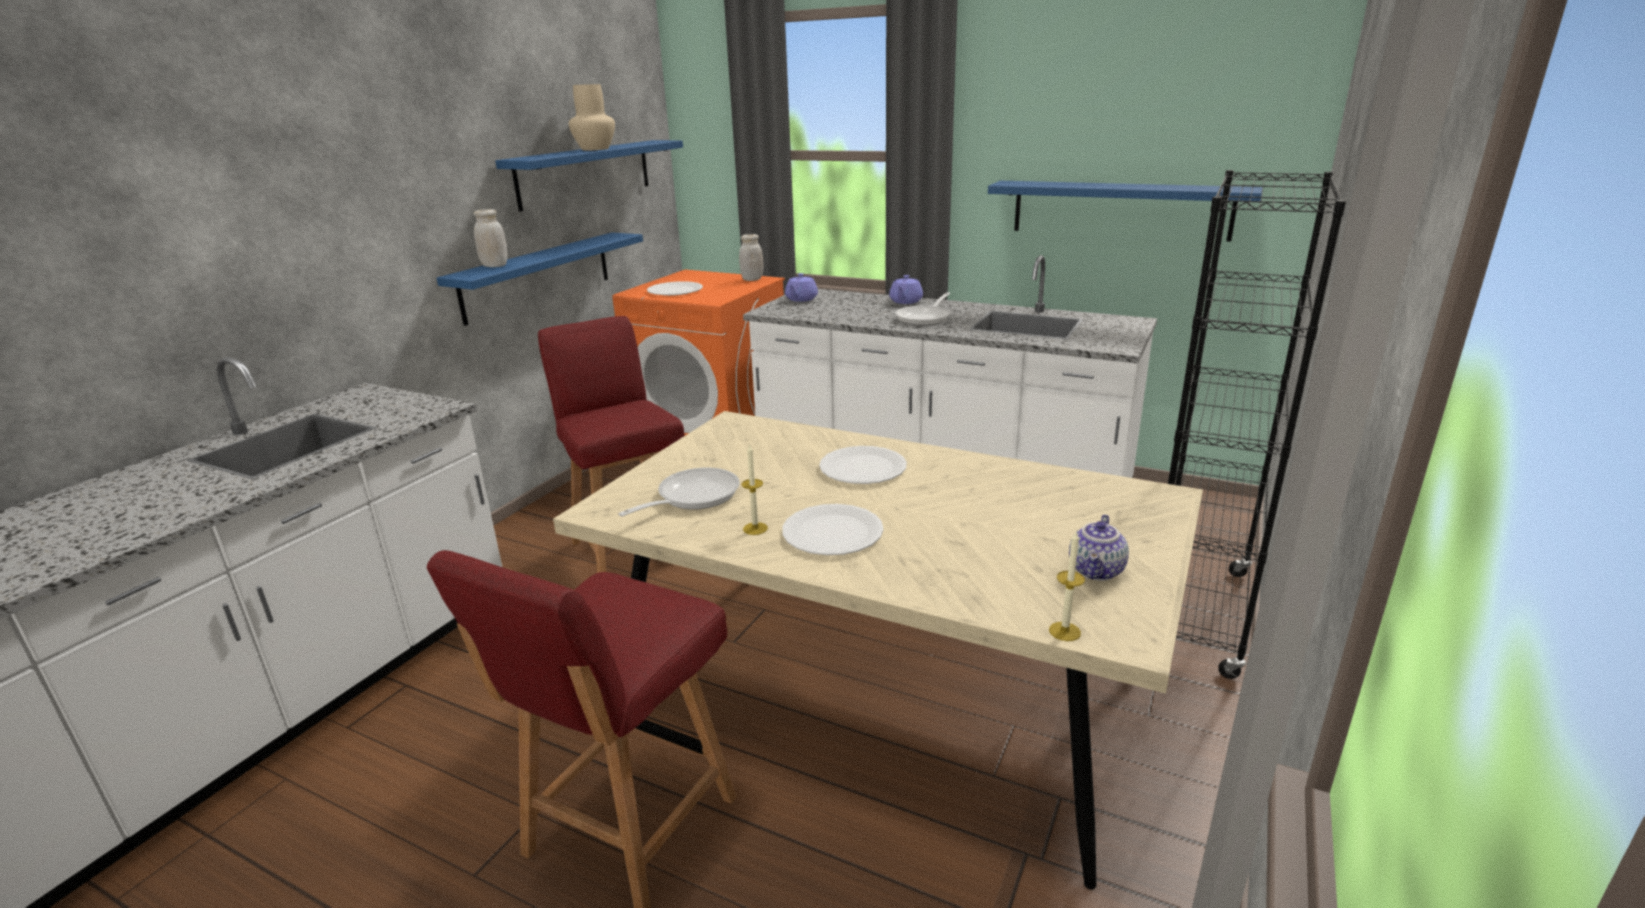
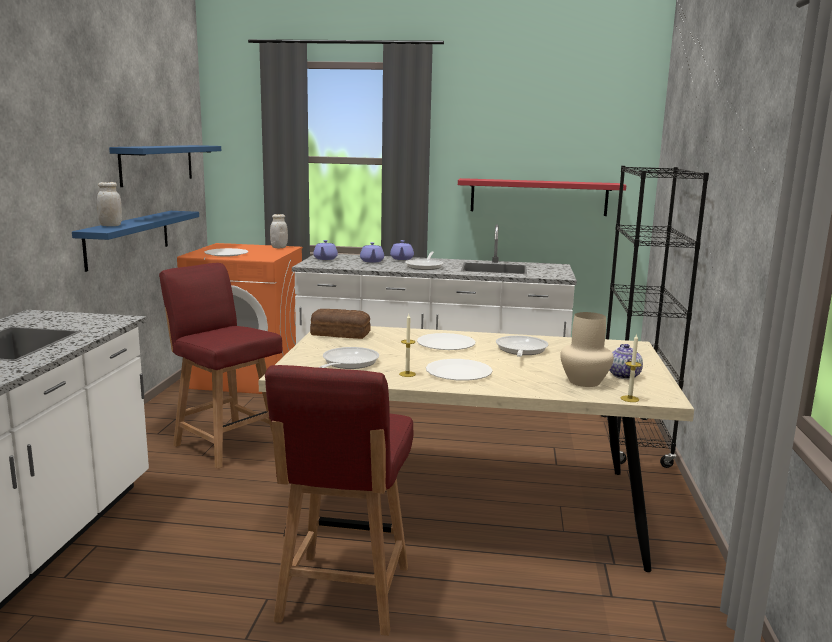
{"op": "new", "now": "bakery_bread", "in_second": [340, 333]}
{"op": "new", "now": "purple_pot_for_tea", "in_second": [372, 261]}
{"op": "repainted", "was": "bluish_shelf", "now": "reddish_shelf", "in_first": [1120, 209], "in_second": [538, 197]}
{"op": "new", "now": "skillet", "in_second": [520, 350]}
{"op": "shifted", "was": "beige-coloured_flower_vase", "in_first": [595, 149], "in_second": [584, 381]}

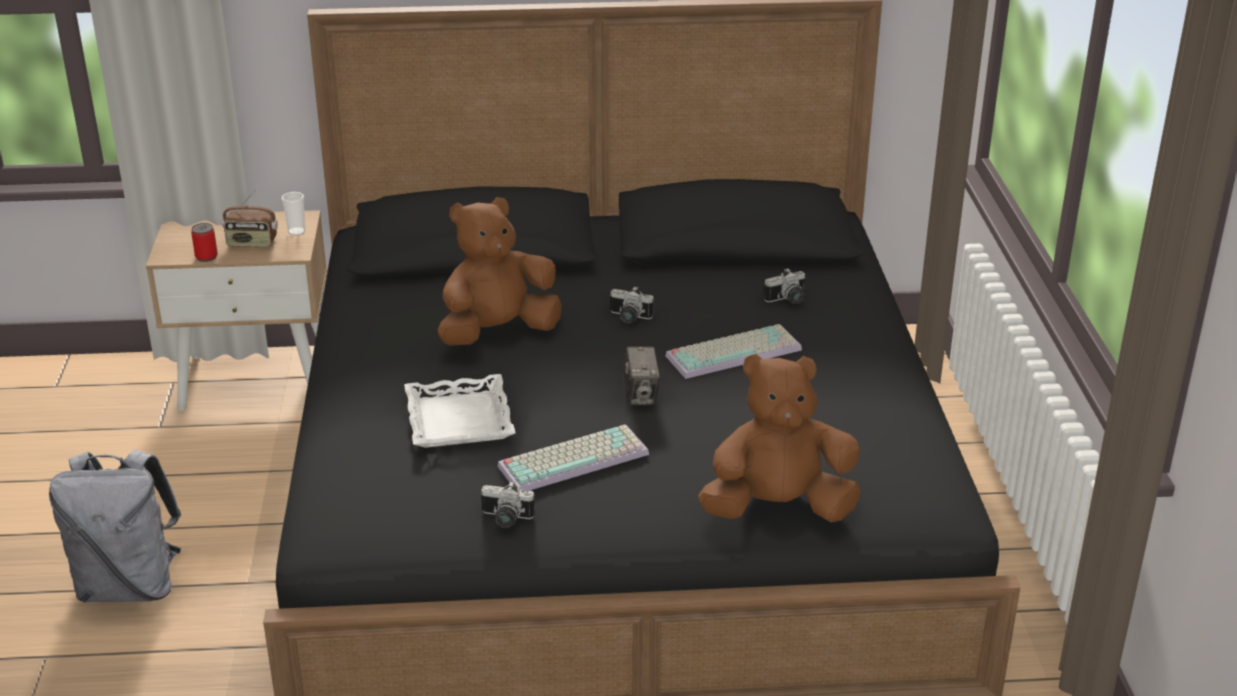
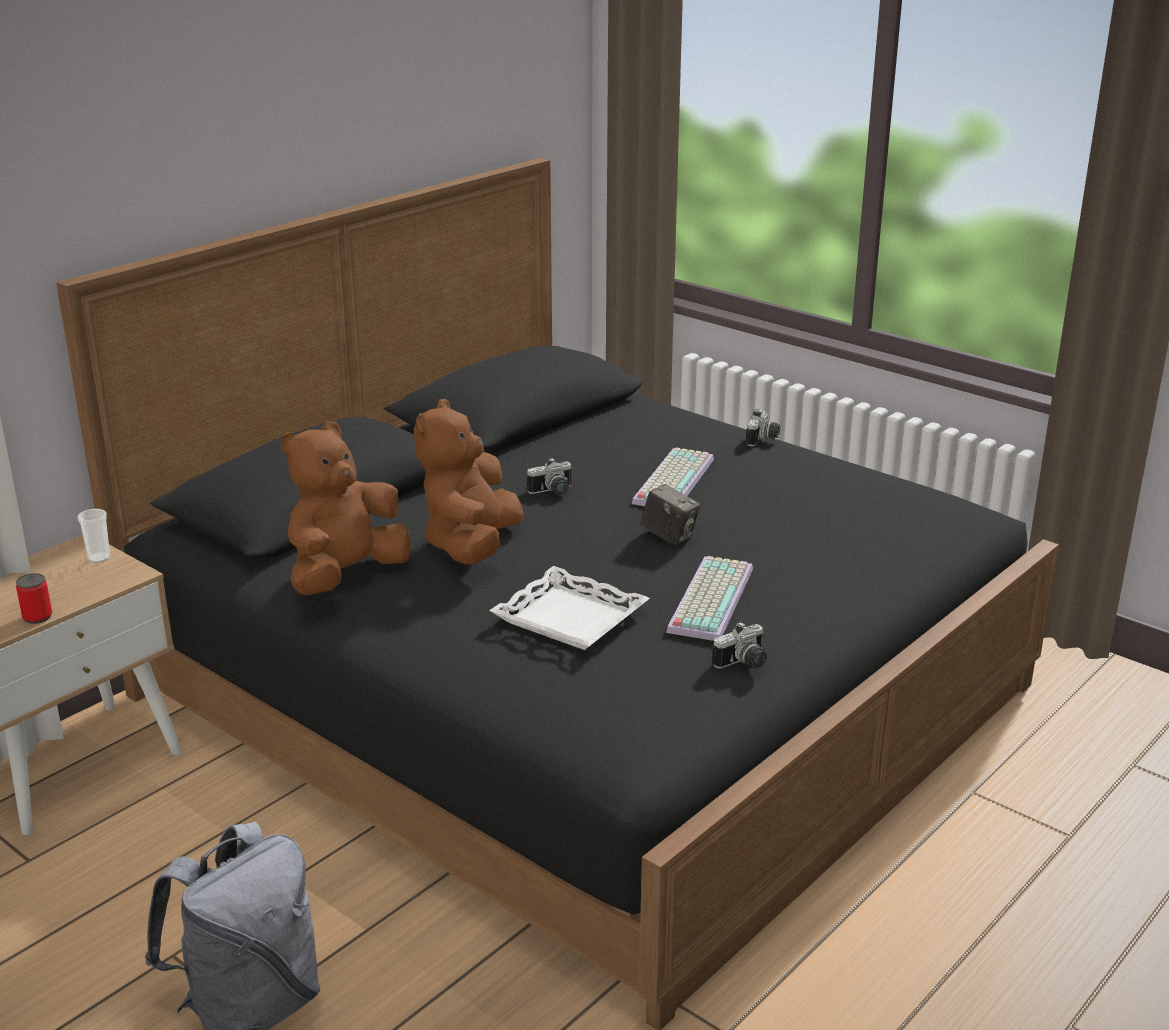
{"op": "shifted", "was": "brown_soft_toy", "in_first": [778, 508], "in_second": [346, 576]}
{"op": "shifted", "was": "still_camera", "in_first": [788, 300], "in_second": [763, 439]}
{"op": "gone", "was": "radio_set", "in_first": [252, 243]}

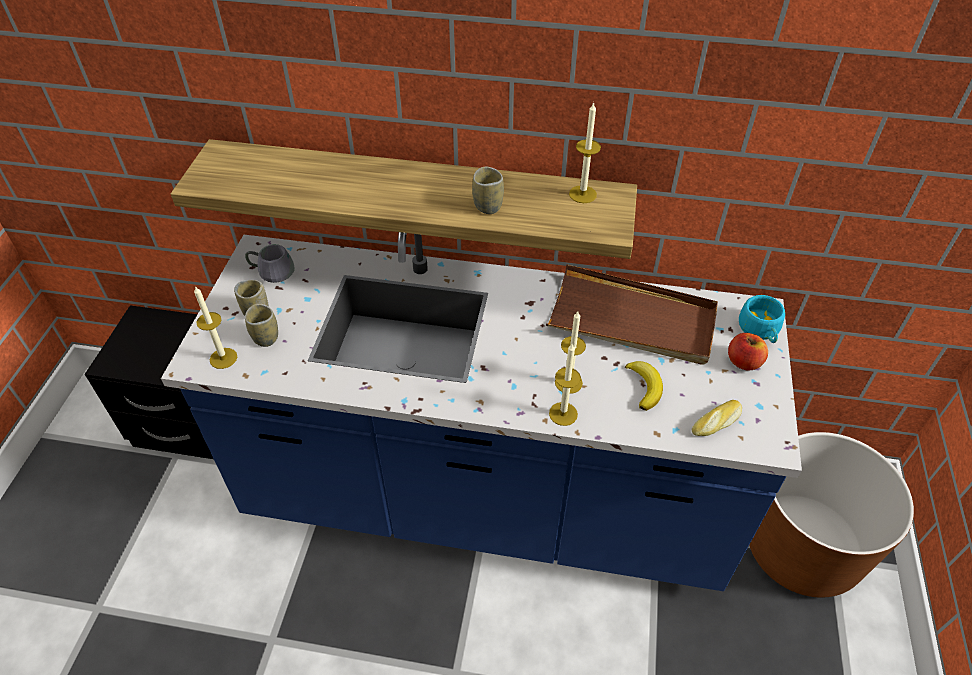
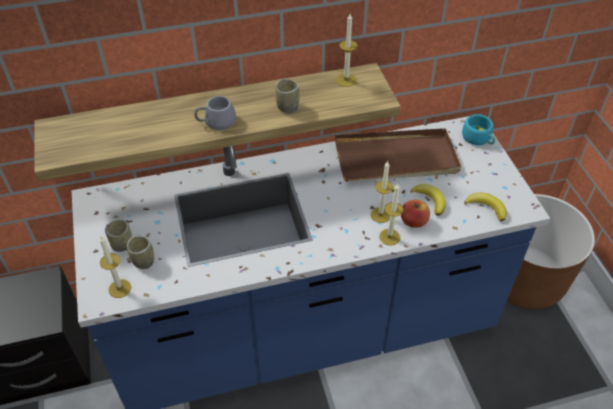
{"op": "shifted", "was": "gray_tea_mug", "in_first": [273, 268], "in_second": [215, 119]}
{"op": "shifted", "was": "apple", "in_first": [743, 362], "in_second": [413, 221]}
{"op": "swapped", "was": "bakery_bread", "now": "banana_fruit", "in_first": [717, 423], "in_second": [486, 207]}

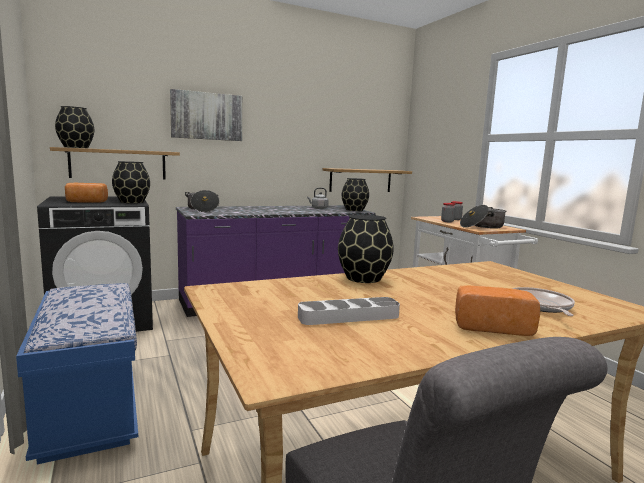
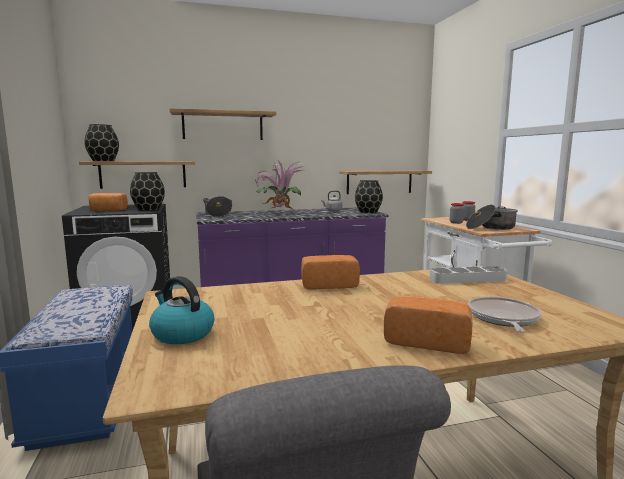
{"op": "new", "now": "tea_kettle", "in_second": [182, 334]}
{"op": "swapped", "was": "wall_picture", "now": "shelf", "in_first": [207, 116], "in_second": [223, 126]}
{"op": "new", "now": "plant_in_a_pot", "in_second": [279, 212]}
{"op": "swapped", "was": "black-coloured_flower_vase", "now": "bakery_bread", "in_first": [364, 278], "in_second": [328, 284]}
{"op": "shifted", "was": "gray_tray", "in_first": [348, 316], "in_second": [467, 279]}

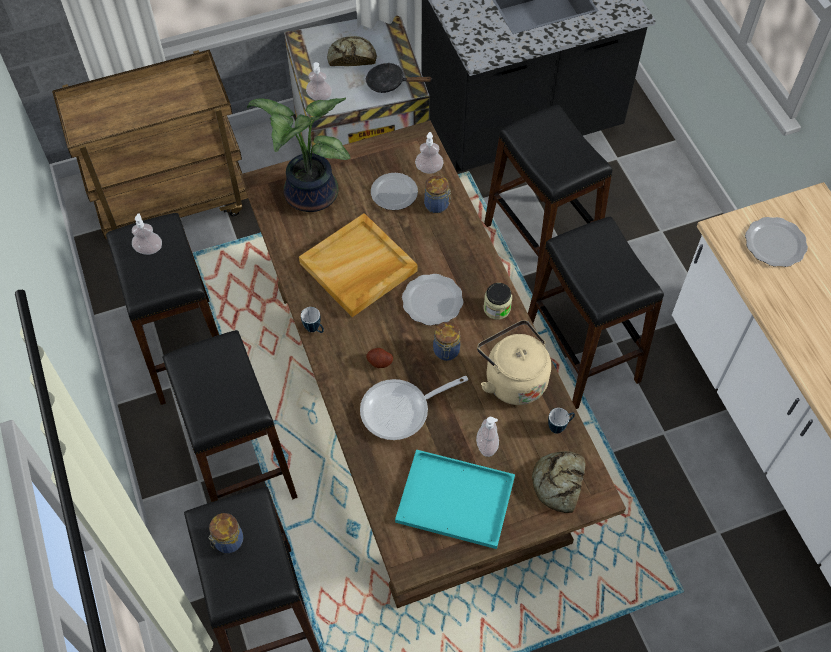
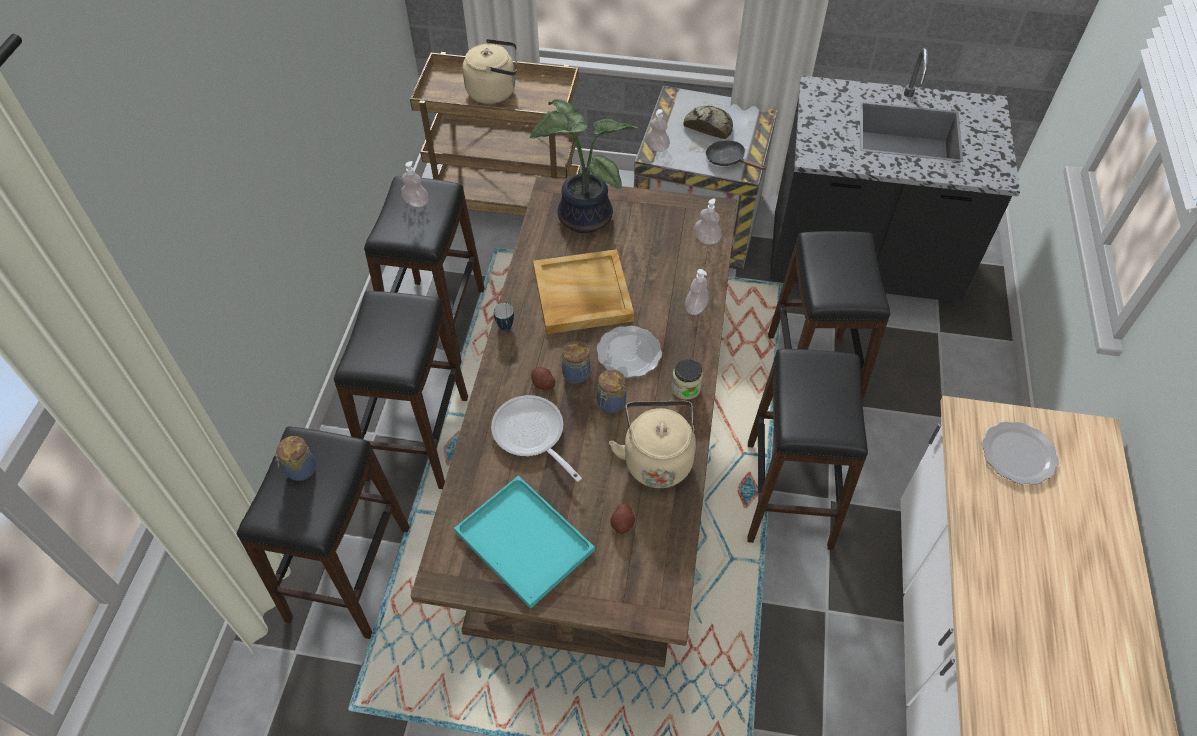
{"op": "new", "now": "beige-coloured_tea_kettle", "in_second": [495, 91]}
{"op": "rotated", "was": "skillet", "in_first": [401, 411], "in_second": [532, 435], "clockwise": 45}
{"op": "shifted", "was": "jar", "in_first": [437, 205], "in_second": [577, 375]}
{"op": "new", "now": "spud", "in_second": [622, 523]}
{"op": "shifted", "was": "soap_dispenser", "in_first": [487, 445], "in_second": [695, 308]}
{"op": "gone", "was": "flat_dish", "in_first": [395, 193]}
{"op": "gone", "was": "bakery_bread", "in_first": [559, 483]}
{"op": "gone", "was": "tea_mug", "in_first": [559, 427]}

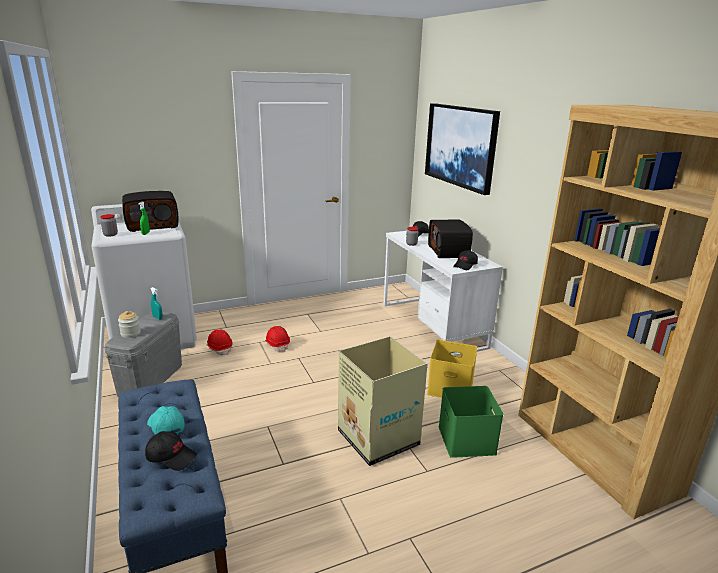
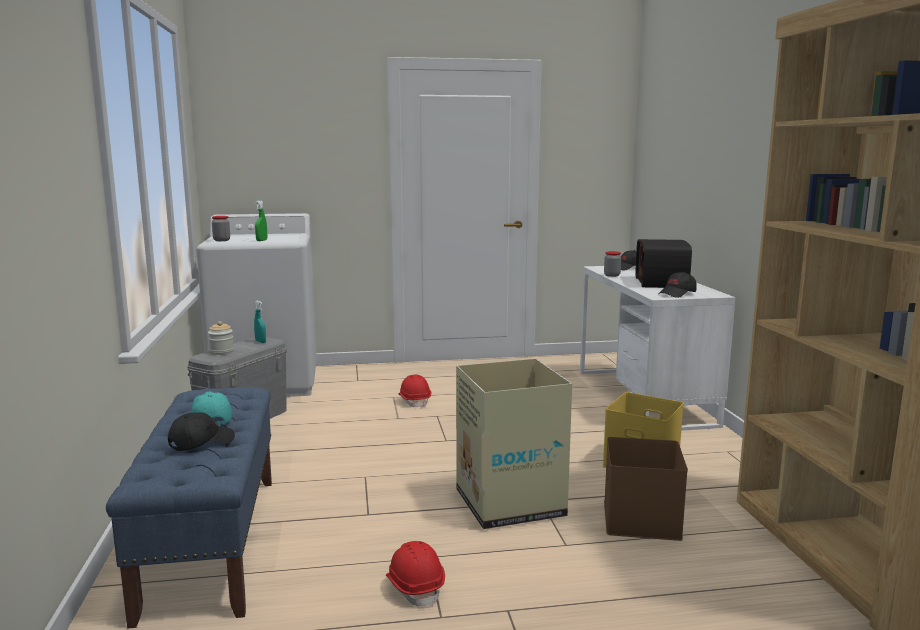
{"op": "rotated", "was": "black-coloured_peaked_cap", "in_first": [171, 457], "in_second": [201, 442], "clockwise": -75}
{"op": "shifted", "was": "reddish_work_helmet", "in_first": [219, 348], "in_second": [415, 587]}
{"op": "repainted", "was": "green_storage_box", "now": "brown_storage_box", "in_first": [468, 440], "in_second": [643, 520]}
{"op": "gone", "was": "radio_set", "in_first": [153, 225]}
{"op": "gone", "was": "wall_picture", "in_first": [460, 146]}

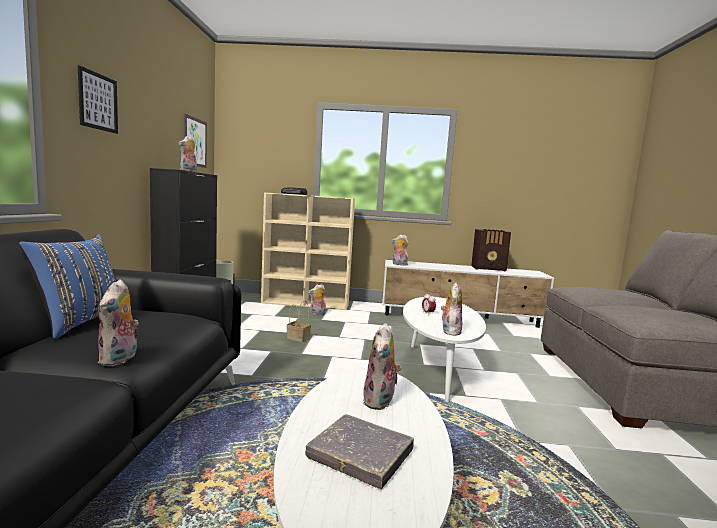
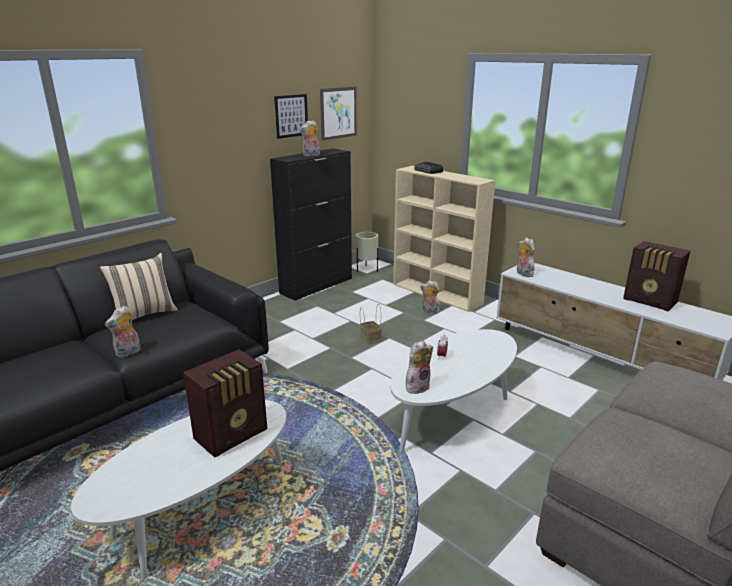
{"op": "repainted", "was": "bluish_throw_pillow", "now": "beige-coloured_throw_pillow", "in_first": [79, 323], "in_second": [144, 315]}
{"op": "swapped", "was": "soft_toy", "now": "radio_set", "in_first": [380, 402], "in_second": [233, 434]}
{"op": "shifted", "was": "wall_picture", "in_first": [98, 101], "in_second": [291, 116]}
{"op": "gone", "was": "gray_book", "in_first": [360, 454]}

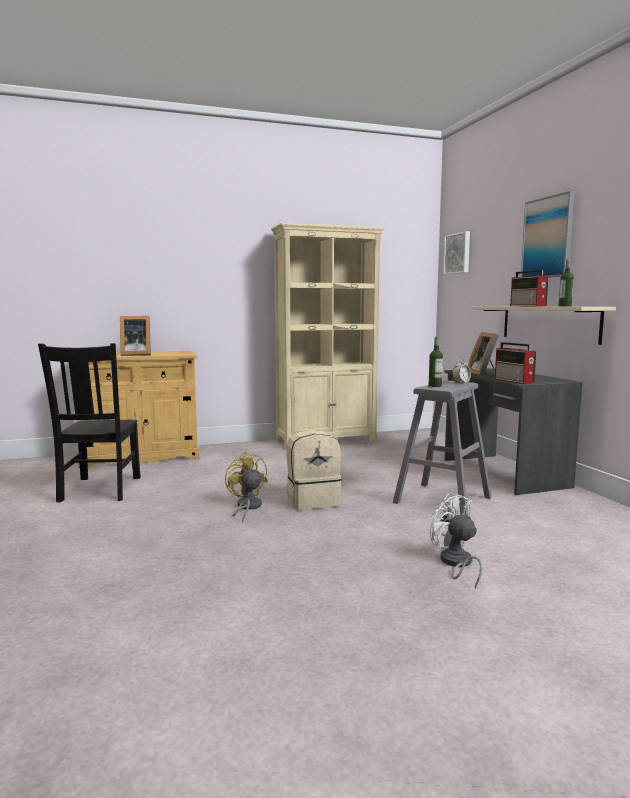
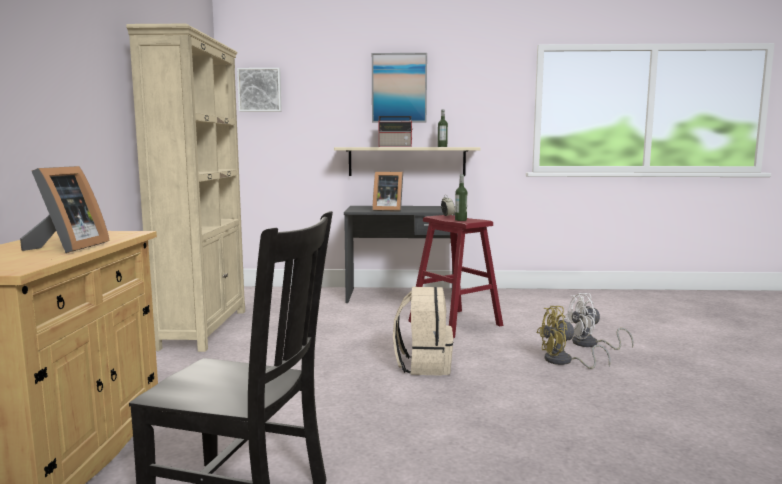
{"op": "repainted", "was": "gray_stool", "now": "reddish_stool", "in_first": [442, 500], "in_second": [455, 323]}
{"op": "shifted", "was": "yellow_electric_fan", "in_first": [247, 507], "in_second": [564, 362]}
{"op": "gone", "was": "radio_set", "in_first": [514, 381]}

